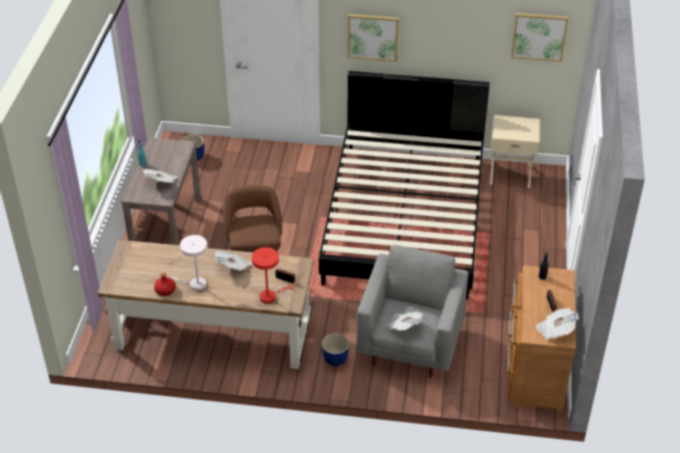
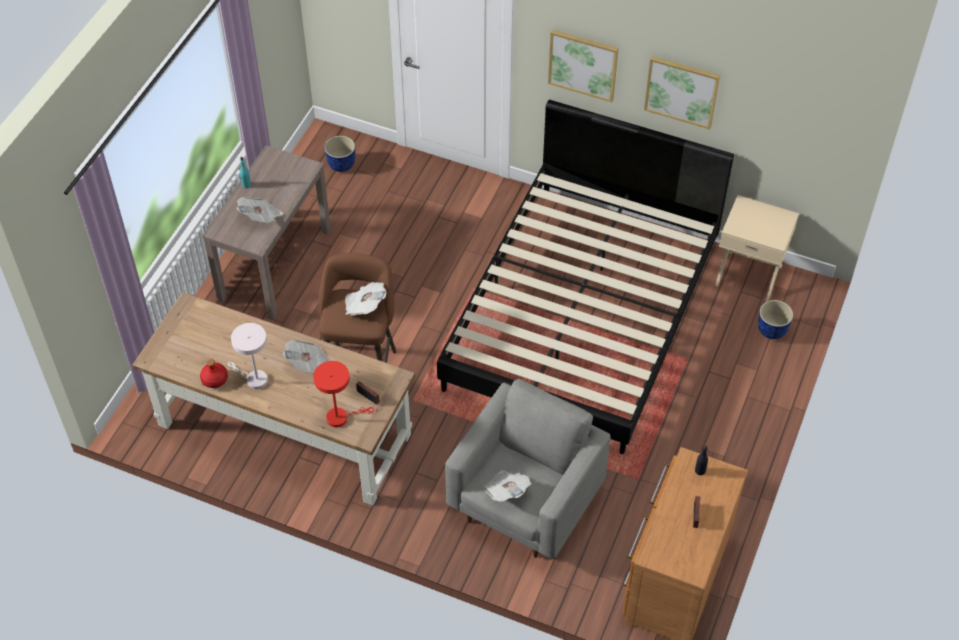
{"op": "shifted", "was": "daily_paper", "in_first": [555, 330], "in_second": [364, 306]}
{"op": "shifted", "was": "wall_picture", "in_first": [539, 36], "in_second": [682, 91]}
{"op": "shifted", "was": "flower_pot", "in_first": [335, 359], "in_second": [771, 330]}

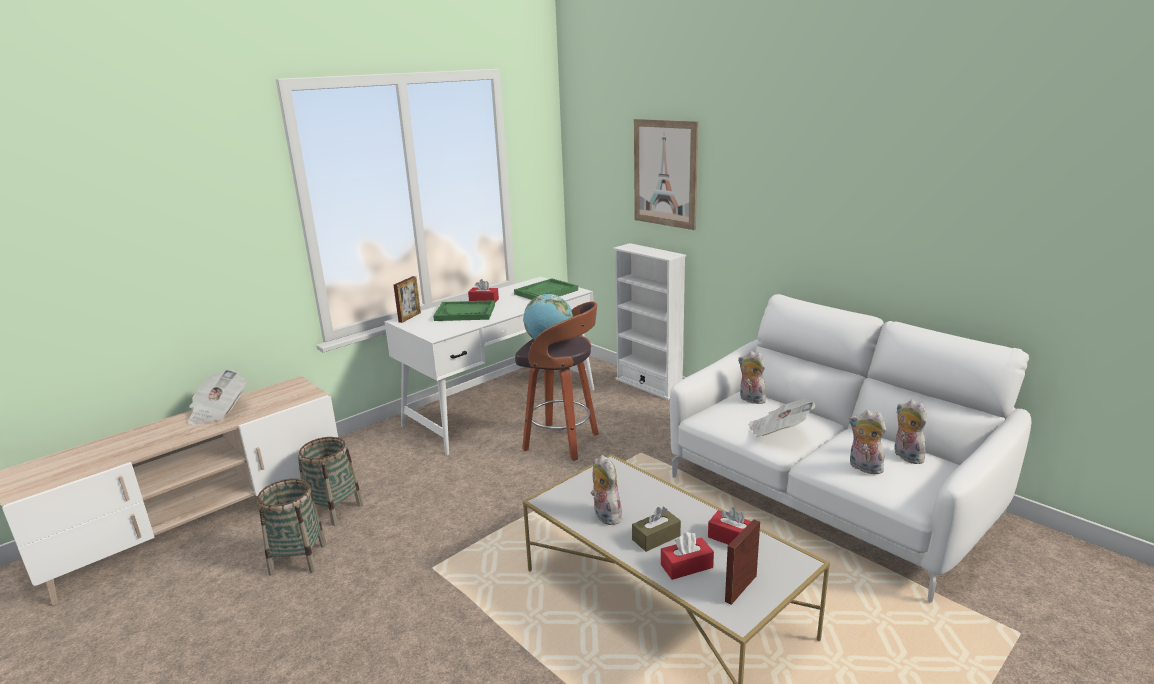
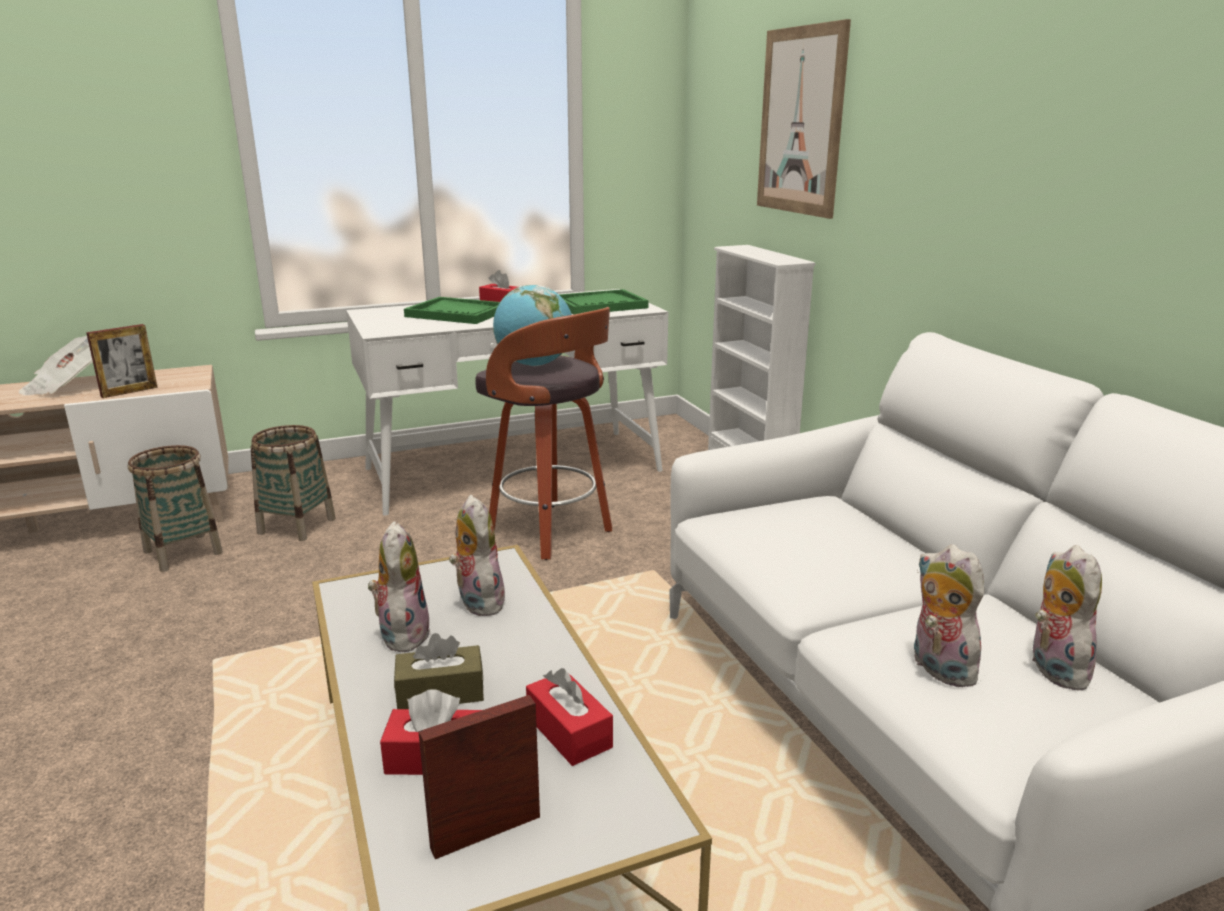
{"op": "shifted", "was": "photo_frame", "in_first": [409, 317], "in_second": [129, 392]}
{"op": "shifted", "was": "household_basket", "in_first": [298, 559], "in_second": [297, 526]}
{"op": "shifted", "was": "soft_toy", "in_first": [750, 400], "in_second": [477, 601]}
{"op": "gone", "was": "daily_paper", "in_first": [778, 432]}

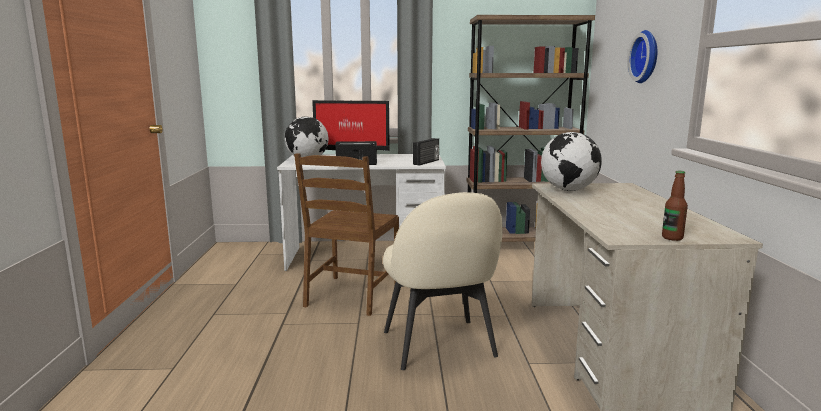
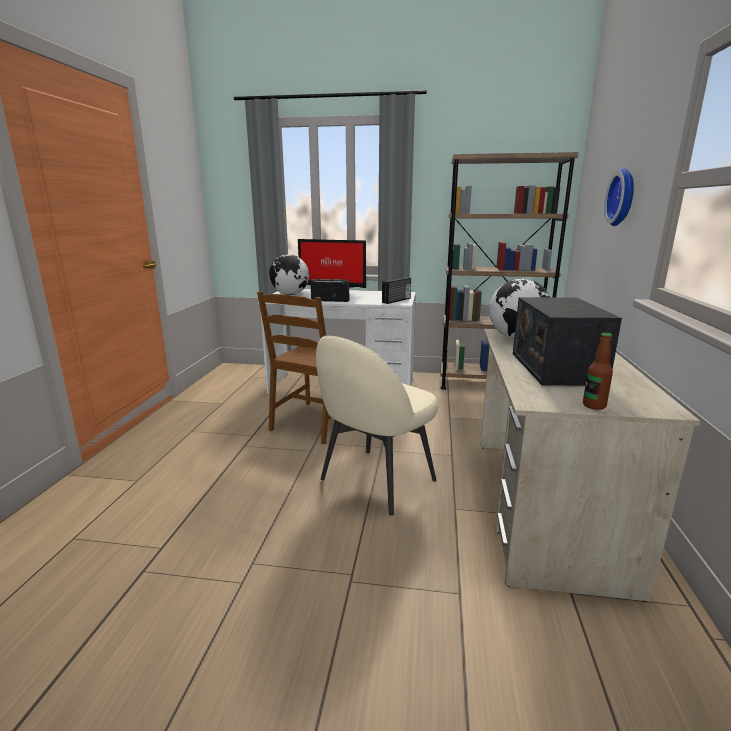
{"op": "rotated", "was": "beige-coloured_plain_chair", "in_first": [439, 345], "in_second": [375, 481], "clockwise": 45}
{"op": "new", "now": "radio_set", "in_second": [555, 368]}

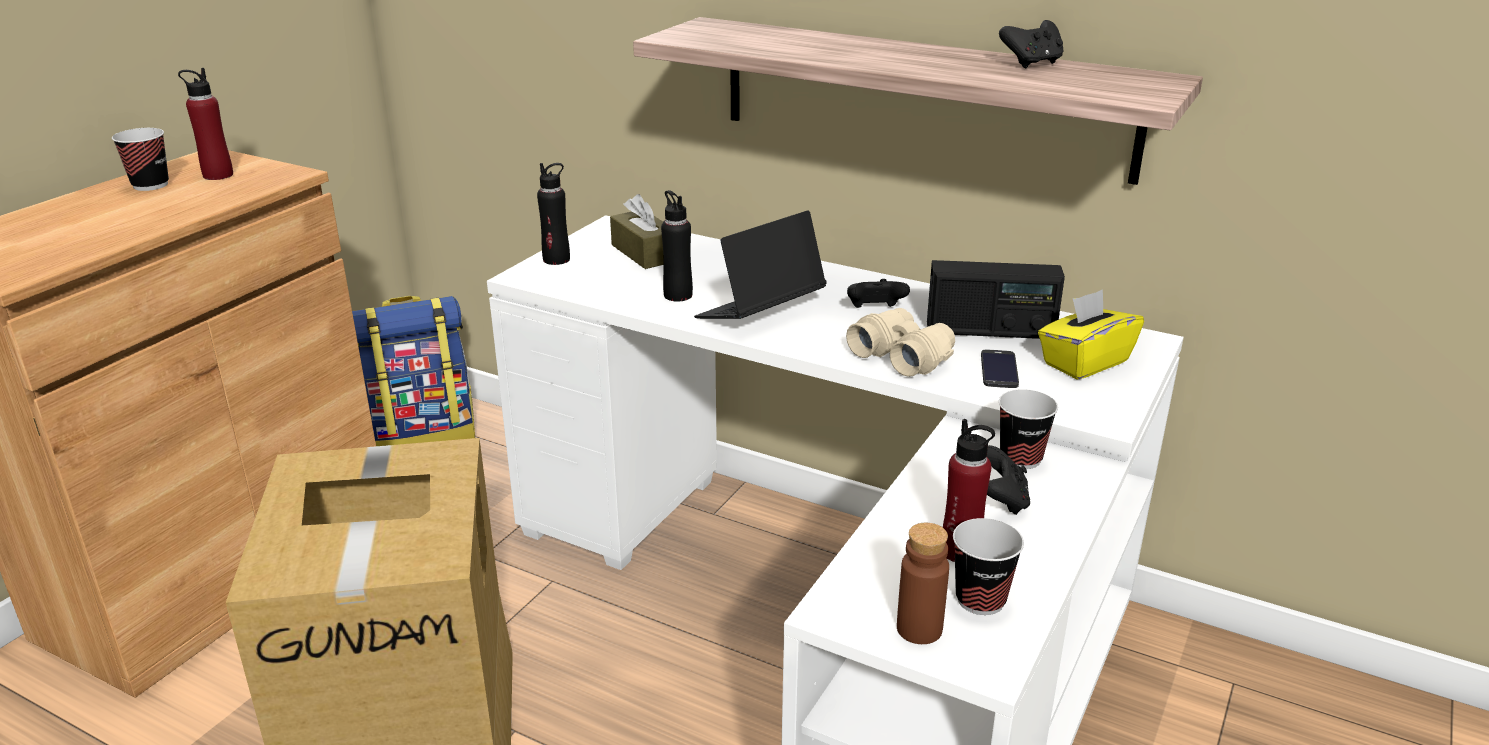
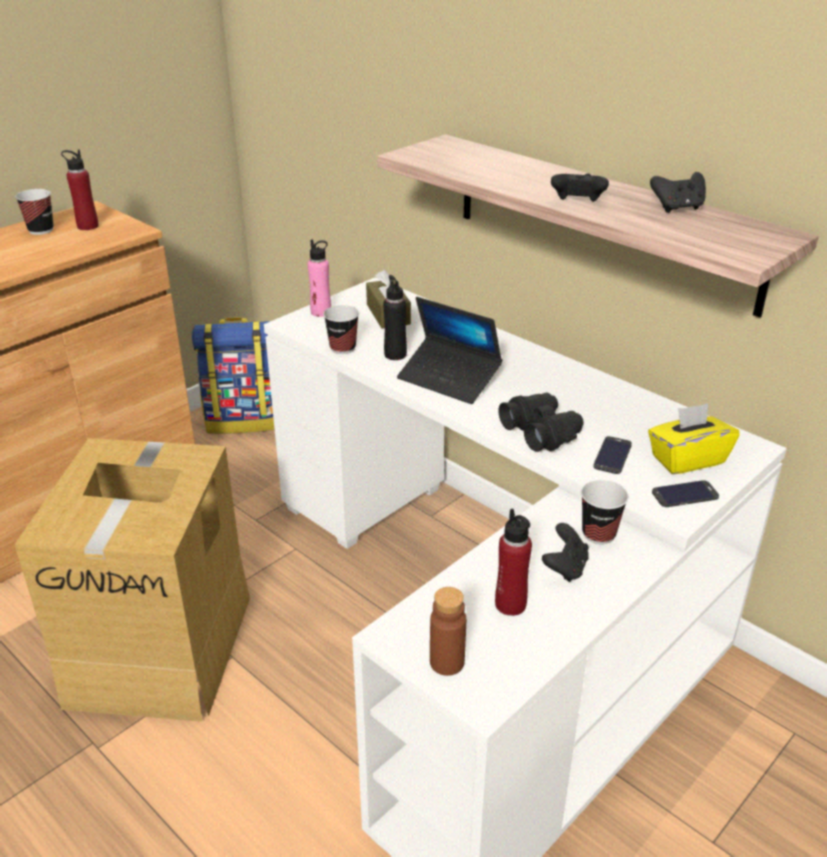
{"op": "repainted", "was": "black-coloured_drink_bottle", "now": "pinkish_drink_bottle", "in_first": [556, 259], "in_second": [321, 312]}
{"op": "shifted", "was": "drinking_cup", "in_first": [980, 599], "in_second": [342, 348]}
{"op": "rotated", "was": "portable_computer", "in_first": [760, 313], "in_second": [449, 379], "clockwise": -120}
{"op": "repainted", "was": "beige-coloured_field_glasses", "now": "black-coloured_field_glasses", "in_first": [902, 356], "in_second": [541, 432]}
{"op": "shifted", "was": "black-coloured_gamepad", "in_first": [875, 311], "in_second": [577, 203]}
{"op": "new", "now": "telephone", "in_second": [685, 494]}
{"op": "gone", "was": "radio_set", "in_first": [990, 331]}

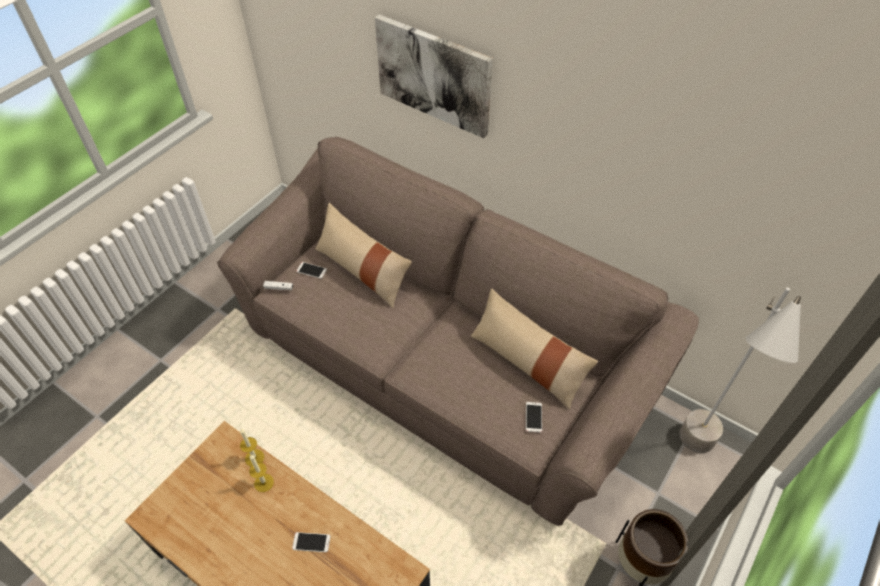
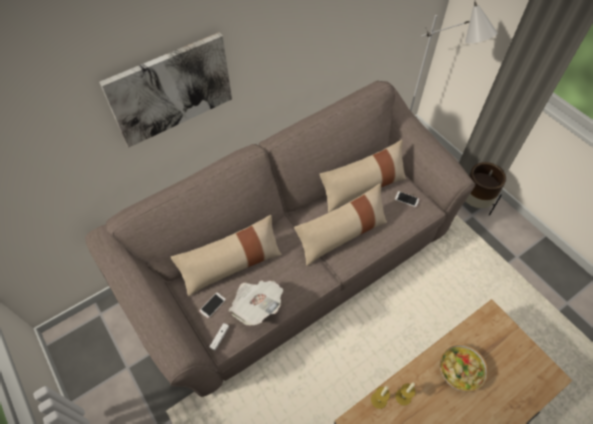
{"op": "new", "now": "daily_paper", "in_second": [256, 305]}
{"op": "new", "now": "beige-coloured_throw_pillow", "in_second": [342, 235]}
{"op": "swapped", "was": "telephone", "now": "bowl", "in_first": [311, 542], "in_second": [460, 371]}

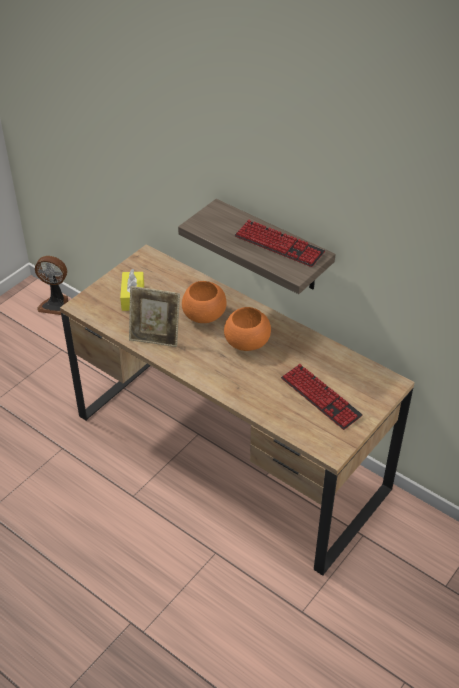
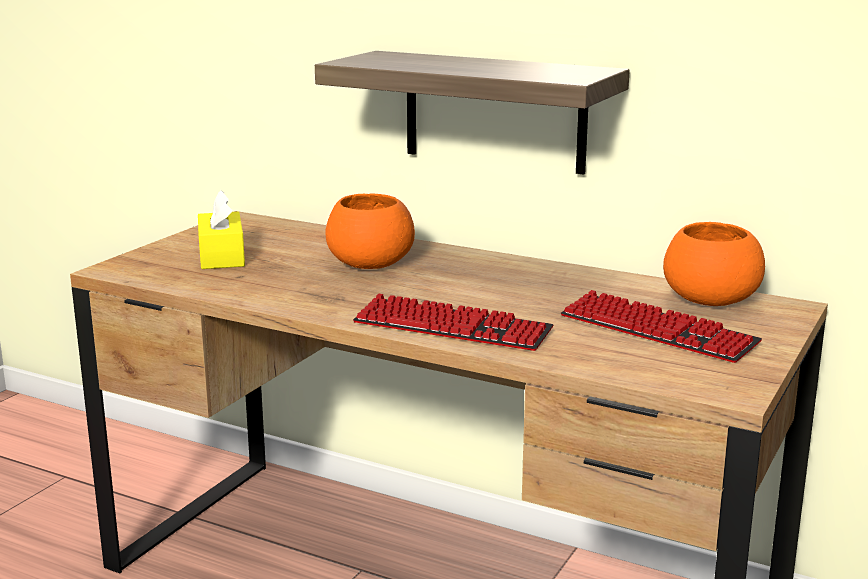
{"op": "shifted", "was": "keyboard", "in_first": [279, 245], "in_second": [452, 327]}
{"op": "shifted", "was": "orangey_bowl", "in_first": [246, 342], "in_second": [708, 300]}
{"op": "gone", "was": "electric_fan", "in_first": [56, 304]}
{"op": "gone", "was": "photo_frame", "in_first": [155, 337]}

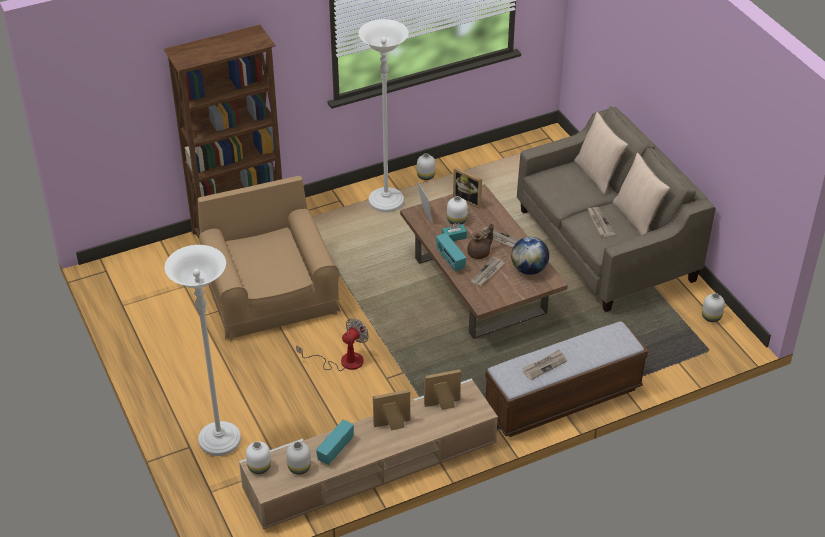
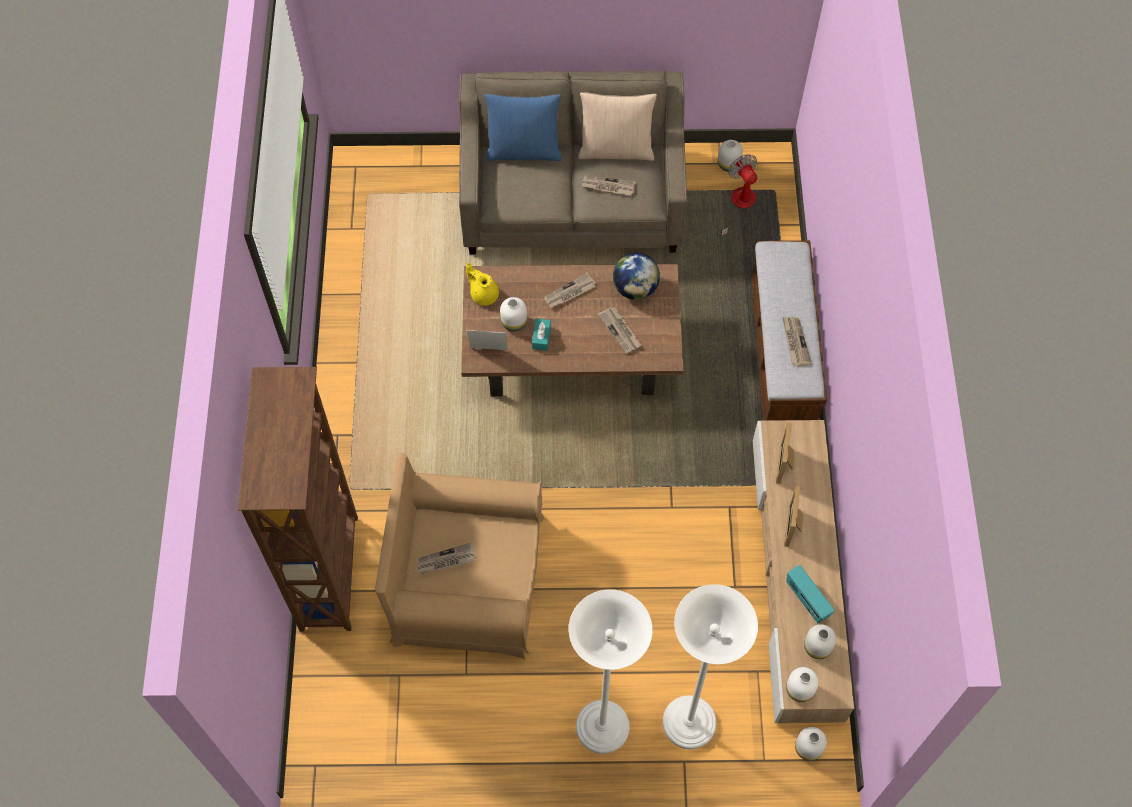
{"op": "new", "now": "daily_paper", "in_second": [446, 560]}
{"op": "swapped", "was": "photo_frame", "now": "yellow_pot_for_tea", "in_first": [469, 199], "in_second": [483, 294]}
{"op": "repainted", "was": "beige-coloured_throw_pillow", "now": "bluish_throw_pillow", "in_first": [597, 175], "in_second": [524, 150]}
{"op": "shifted", "was": "white_floor_lamp", "in_first": [386, 202], "in_second": [602, 727]}
{"op": "shifted", "was": "electric_fan", "in_first": [343, 361], "in_second": [739, 206]}
{"op": "shifted", "was": "white_flower_vase", "in_first": [425, 176], "in_second": [808, 749]}
{"op": "gone", "was": "radio_set", "in_first": [450, 260]}
{"op": "gone", "was": "brown_pot_for_tea", "in_first": [479, 253]}

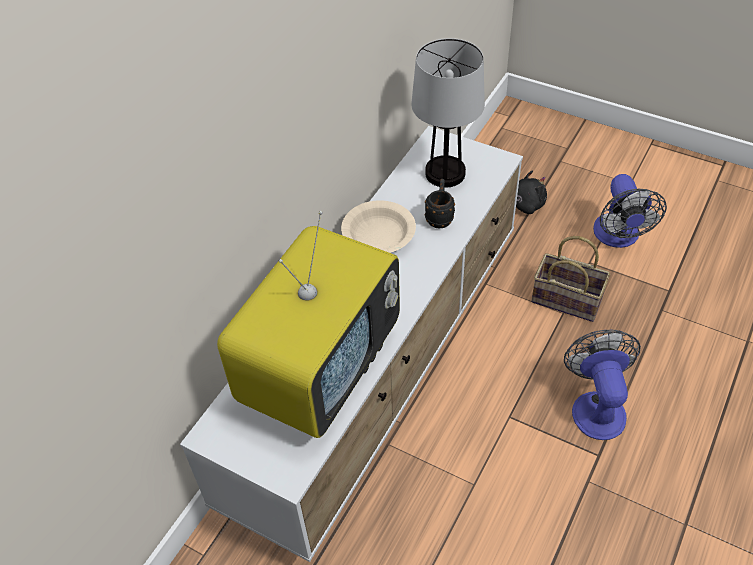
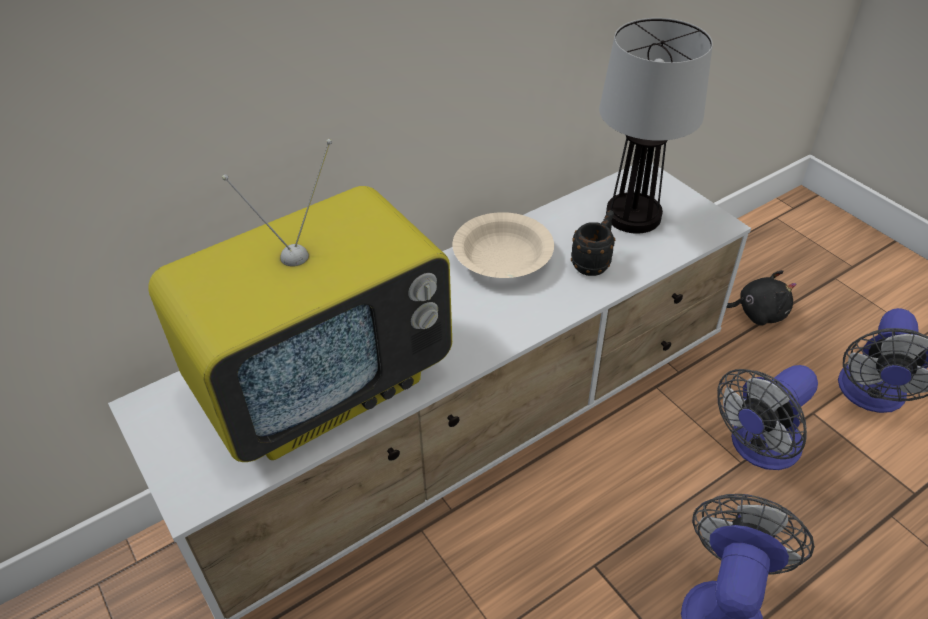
{"op": "swapped", "was": "household_basket", "now": "electric_fan", "in_first": [568, 299], "in_second": [758, 448]}

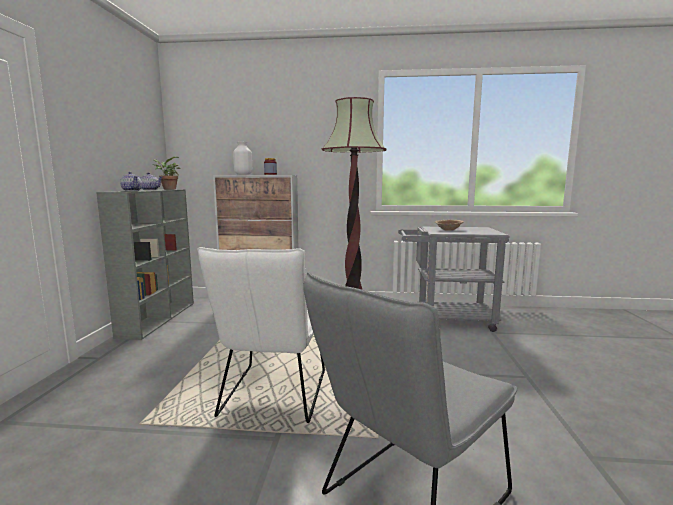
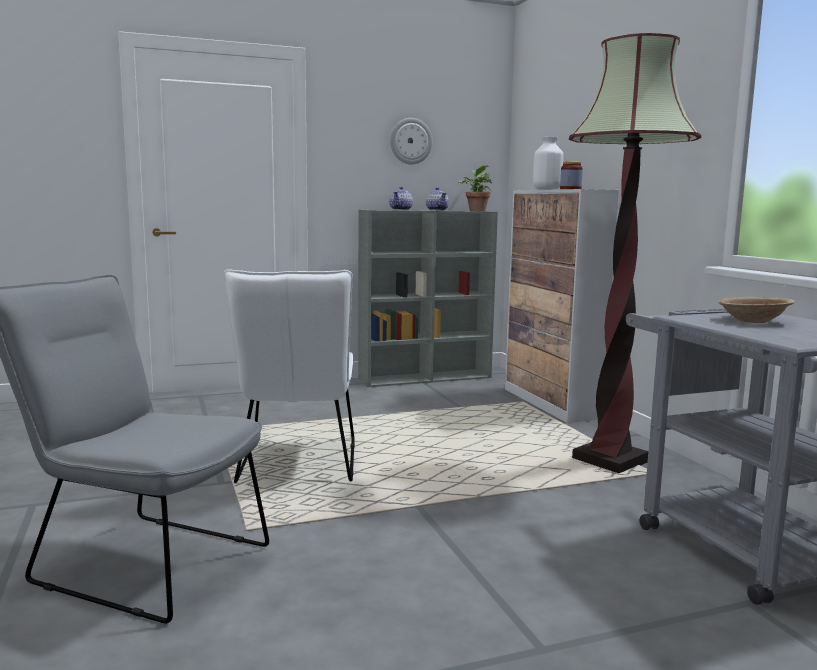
{"op": "rotated", "was": "white_plain_chair", "in_first": [272, 397], "in_second": [297, 464], "clockwise": -75}
{"op": "new", "now": "hanging_clock", "in_second": [410, 141]}

